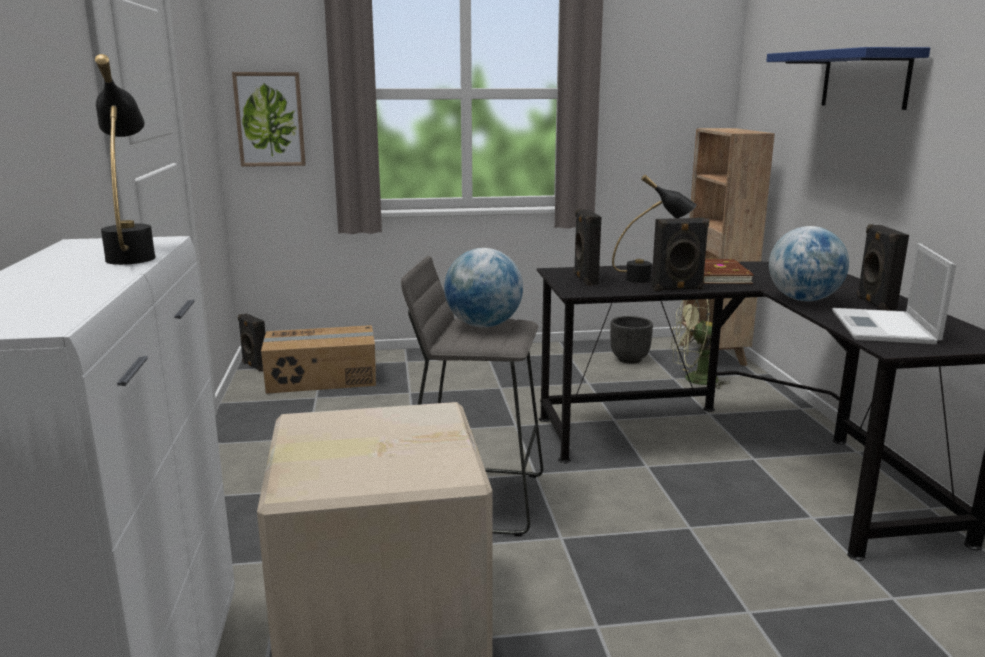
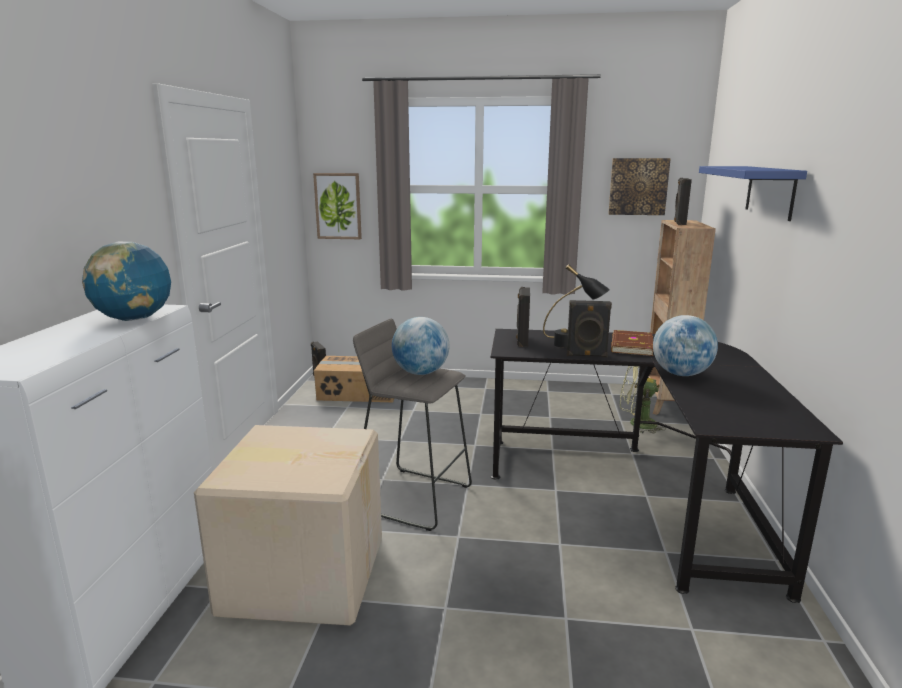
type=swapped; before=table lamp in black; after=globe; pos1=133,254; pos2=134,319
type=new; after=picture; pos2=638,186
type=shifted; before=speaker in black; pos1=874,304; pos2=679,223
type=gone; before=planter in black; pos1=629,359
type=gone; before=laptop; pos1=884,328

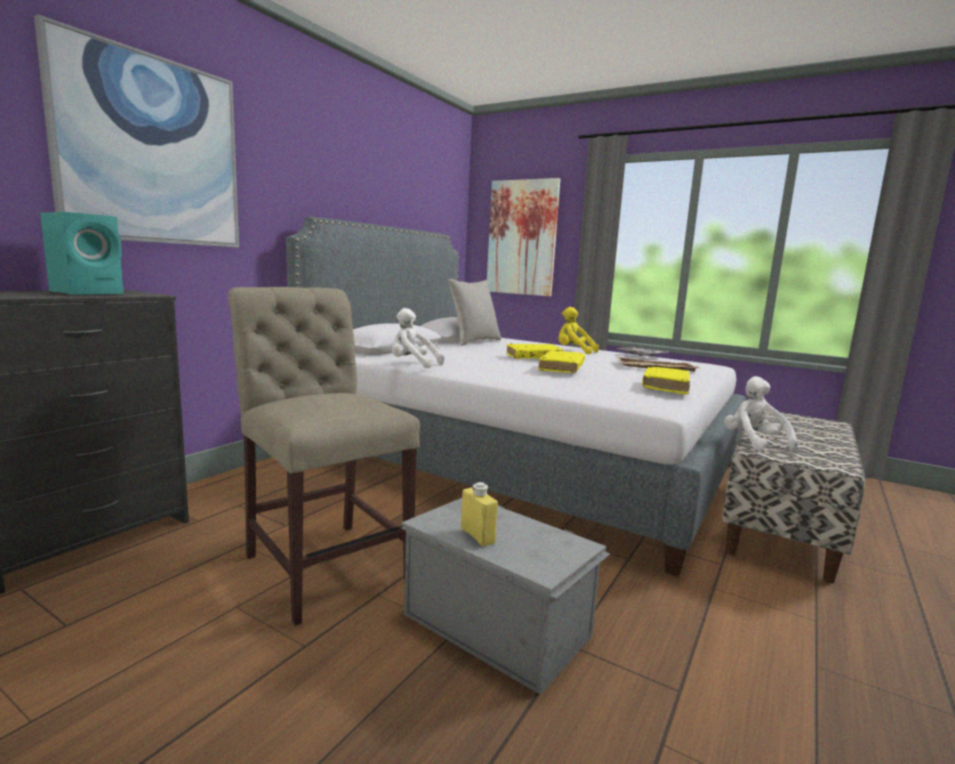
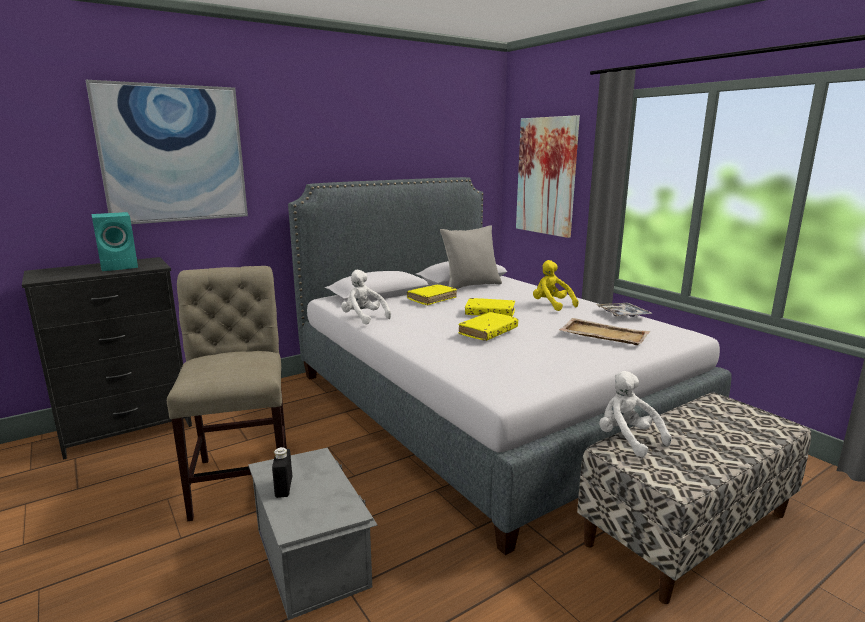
type=repainted; before=bottle in yellow; after=bottle in black; pos1=477,536; pos2=284,487
type=shifted; before=book in yellow; pos1=665,387; pos2=432,299
type=rotated; before=plush toy in white; pos1=754,442; pos2=627,439; turn=-45

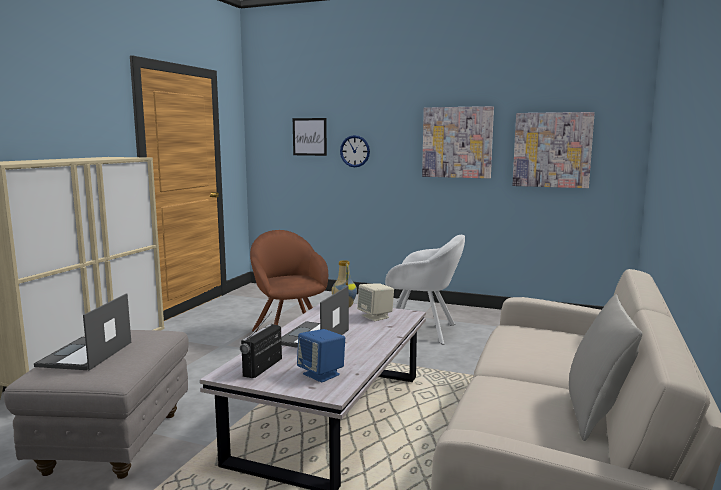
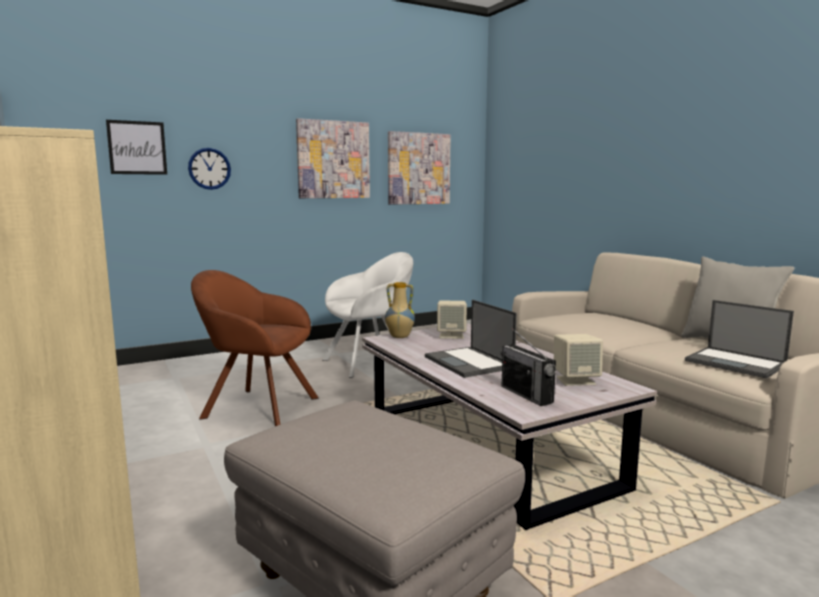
type=repainted; before=speaker in blue; after=speaker in beige; pos1=322,374; pos2=575,380
type=shifted; before=laptop; pos1=85,354; pos2=736,363

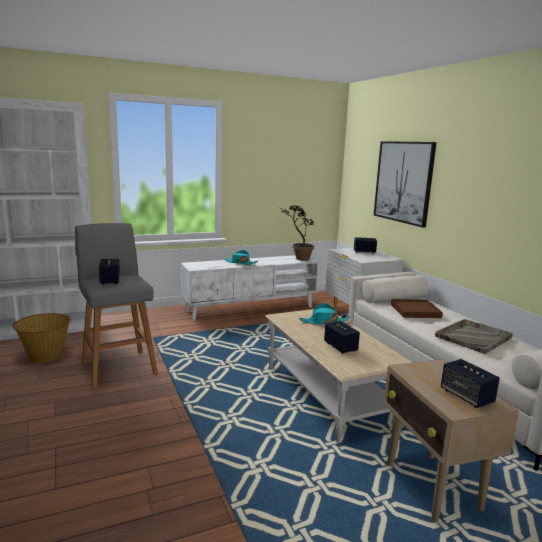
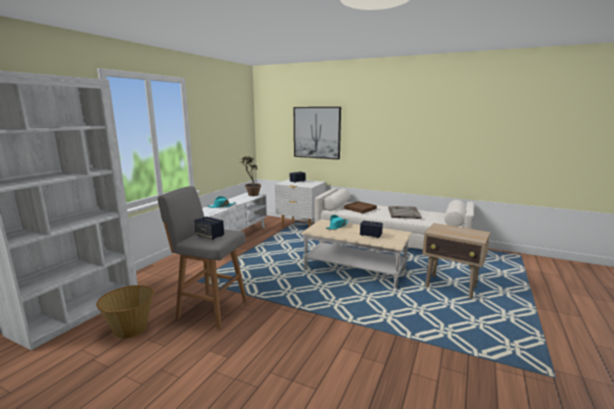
type=gone; before=speaker; pos1=466,396

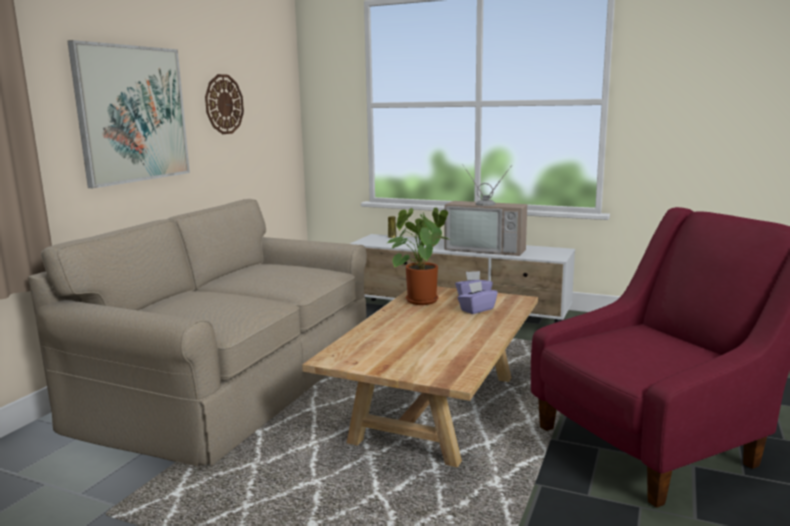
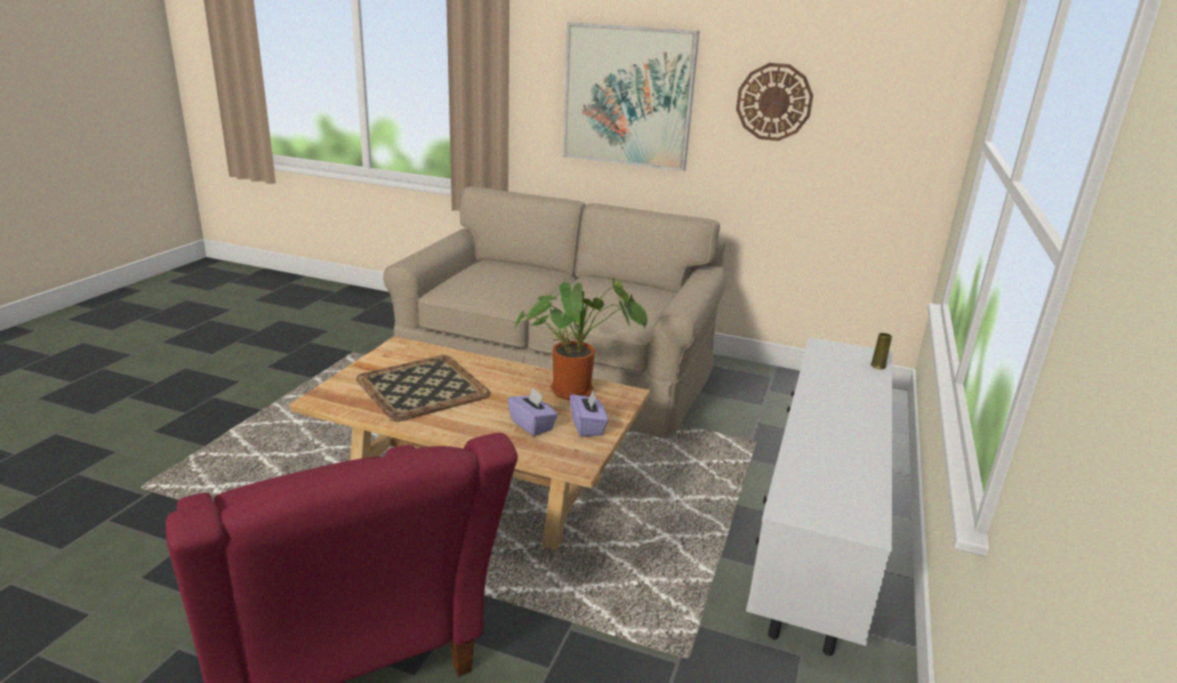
type=new; after=tray; pos2=421,387
type=gone; before=television; pos1=487,249

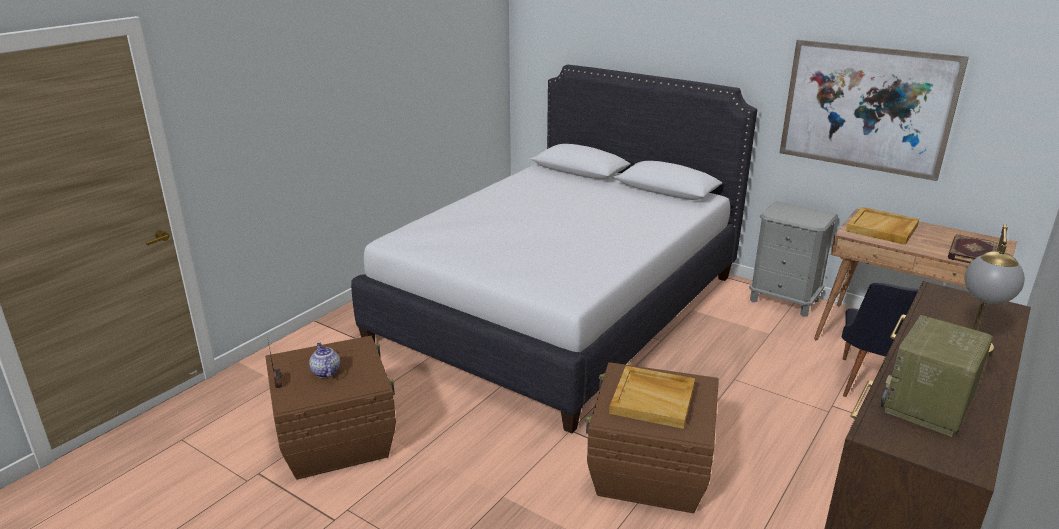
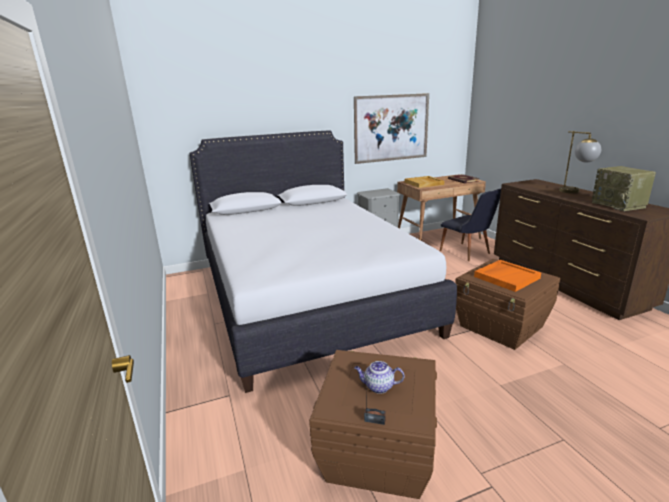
type=repainted; before=tray in beige; after=tray in orange; pos1=653,399; pos2=506,277

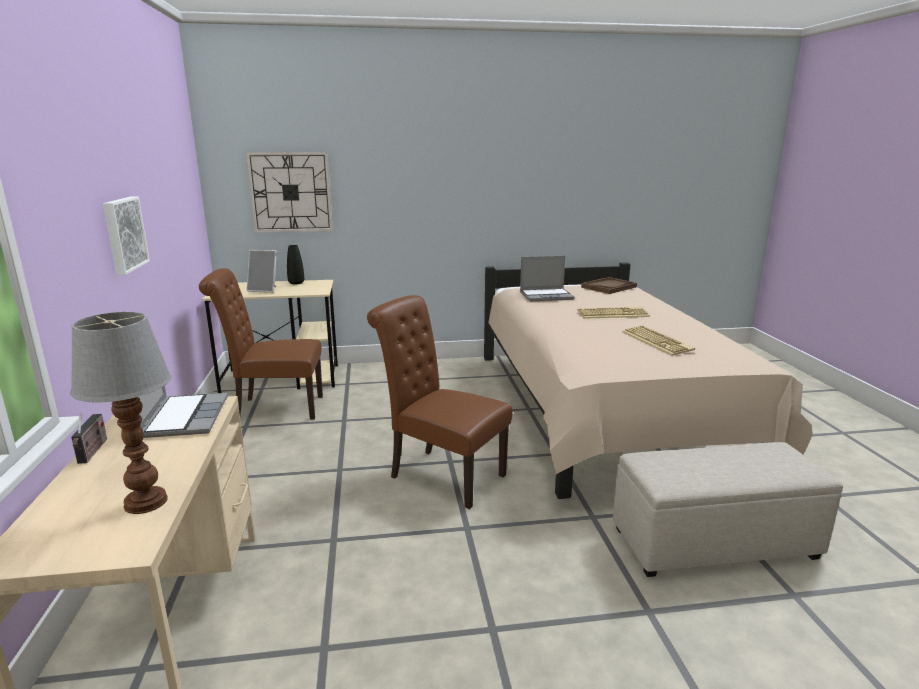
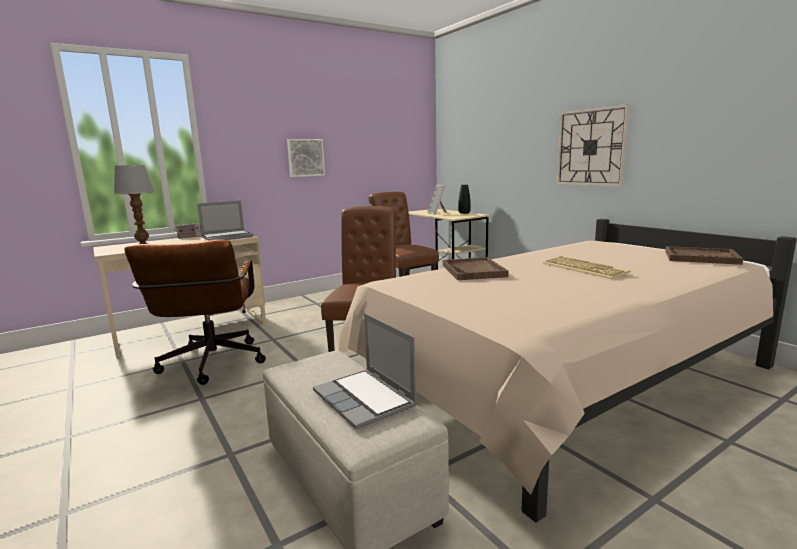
type=new; after=office chair in brown; pos2=211,366
type=shifted; before=laptop; pos1=546,296; pos2=365,399
type=new; after=tray in brown; pos2=473,271
type=shifted; before=wall clock; pos1=290,192; pos2=591,147
type=gone; before=keyboard; pos1=658,341

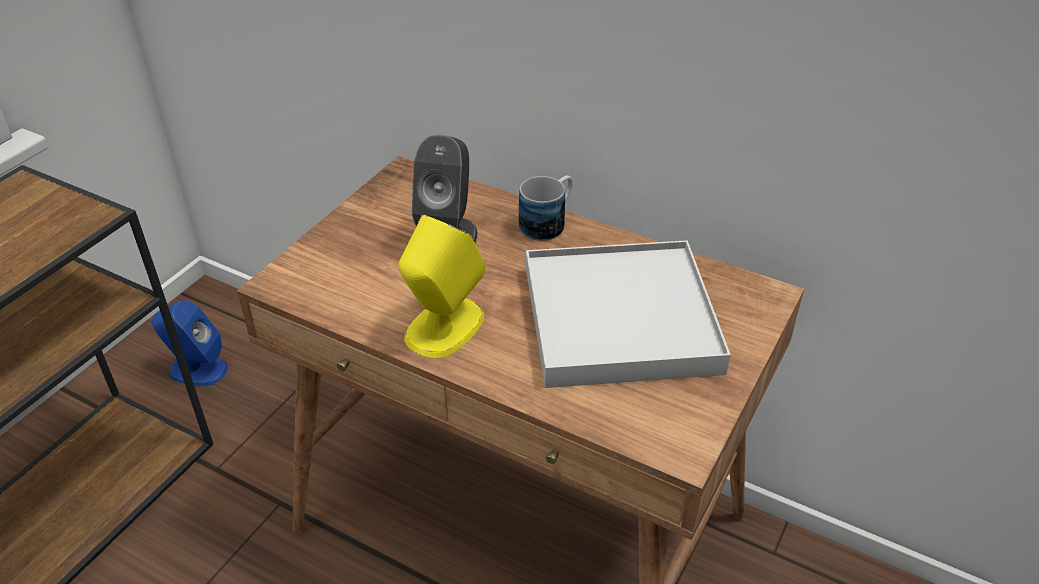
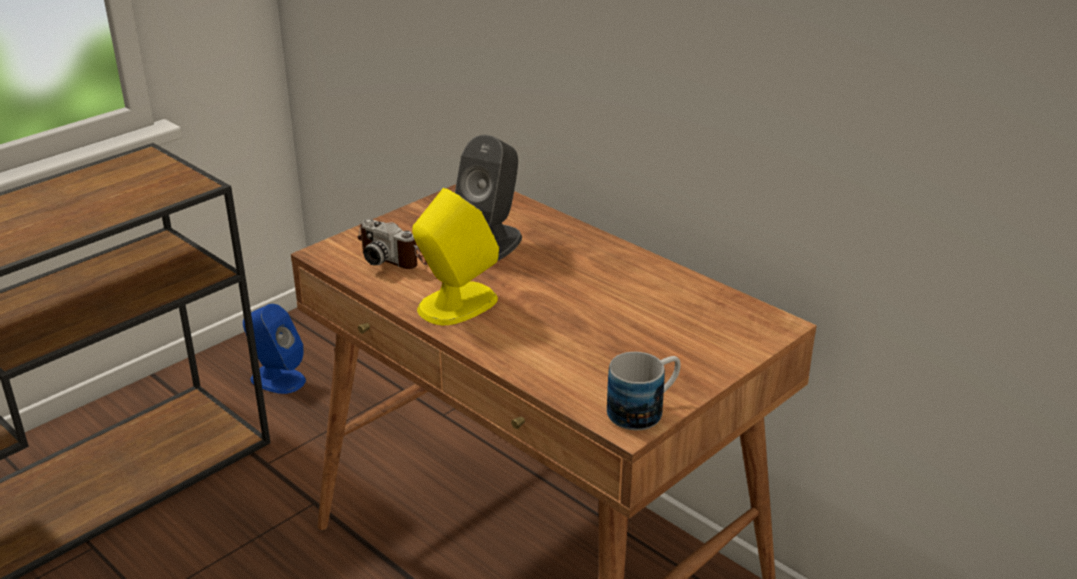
type=new; after=photo camera; pos2=397,255
type=shifted; before=mug; pos1=548,223; pos2=645,410
type=gone; before=tray in white; pos1=620,319

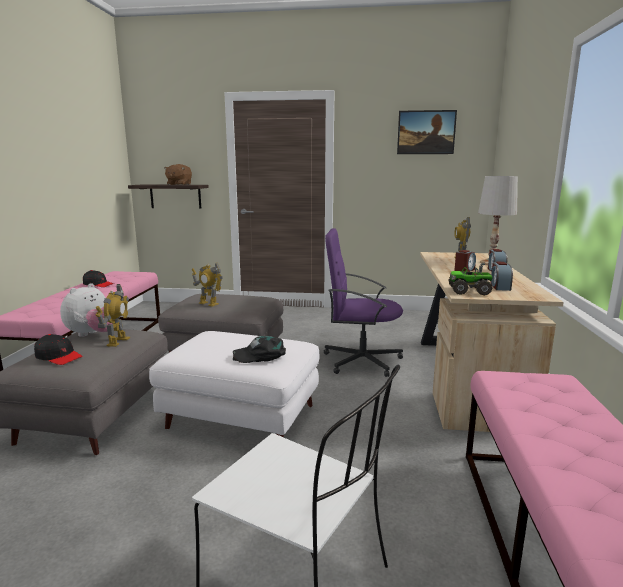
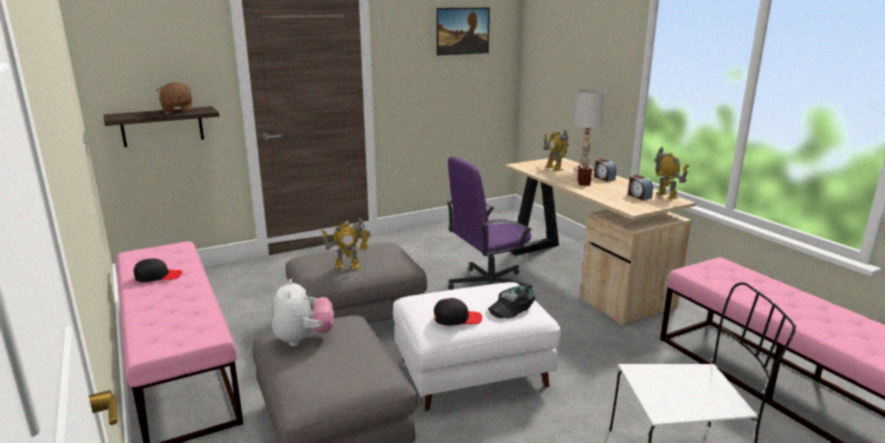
type=shifted; before=cap in black; pos1=59,357; pos2=457,319
type=shifted; before=toy robot; pos1=117,341; pos2=666,195
type=gone; before=toy truck; pos1=469,291

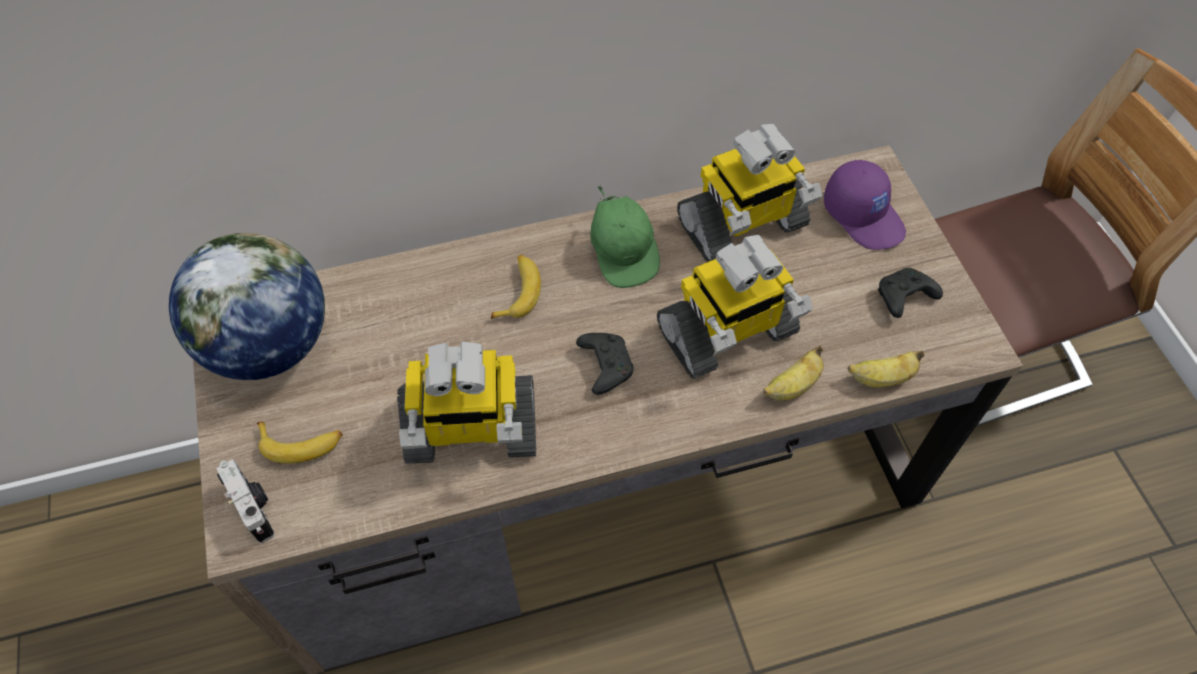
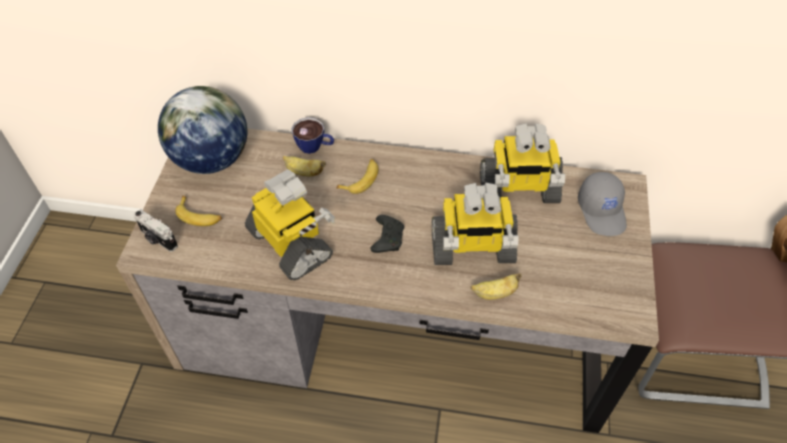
type=rotated; before=photo camera; pos1=255,508; pos2=158,239; turn=135
type=rotated; before=toy robot; pos1=471,430; pos2=291,244; turn=-150
type=shifted; before=banana; pos1=881,378; pos2=304,172
type=new; after=cup; pos2=315,147
type=repainted; before=cap in purple; after=cap in grey; pos1=864,215; pos2=602,211
type=gone; before=cap in green; pos1=623,253
type=gone; before=game controller in black; pos1=903,298

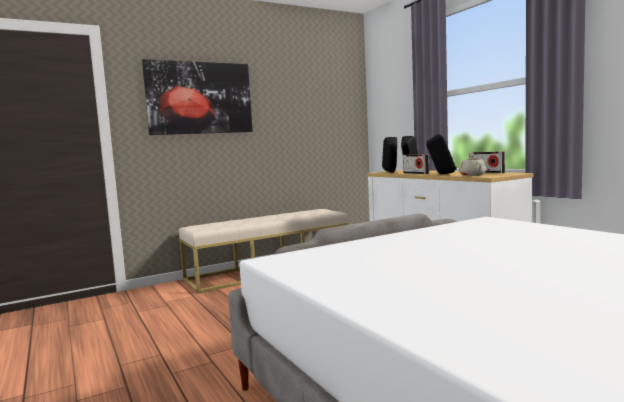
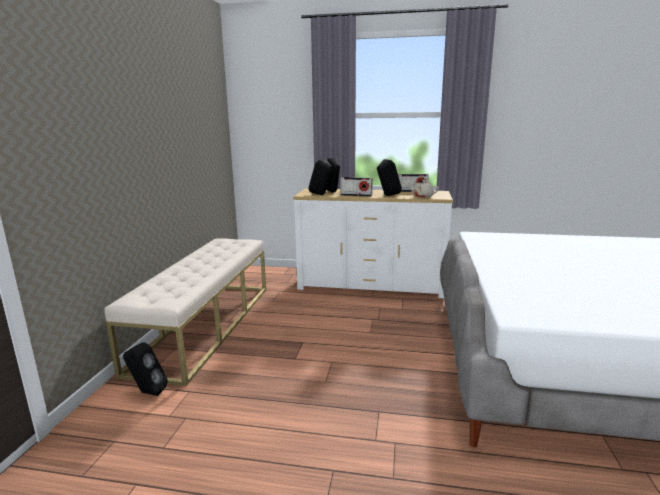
type=new; after=speaker in black; pos2=147,392
type=gone; before=picture; pos1=200,98

